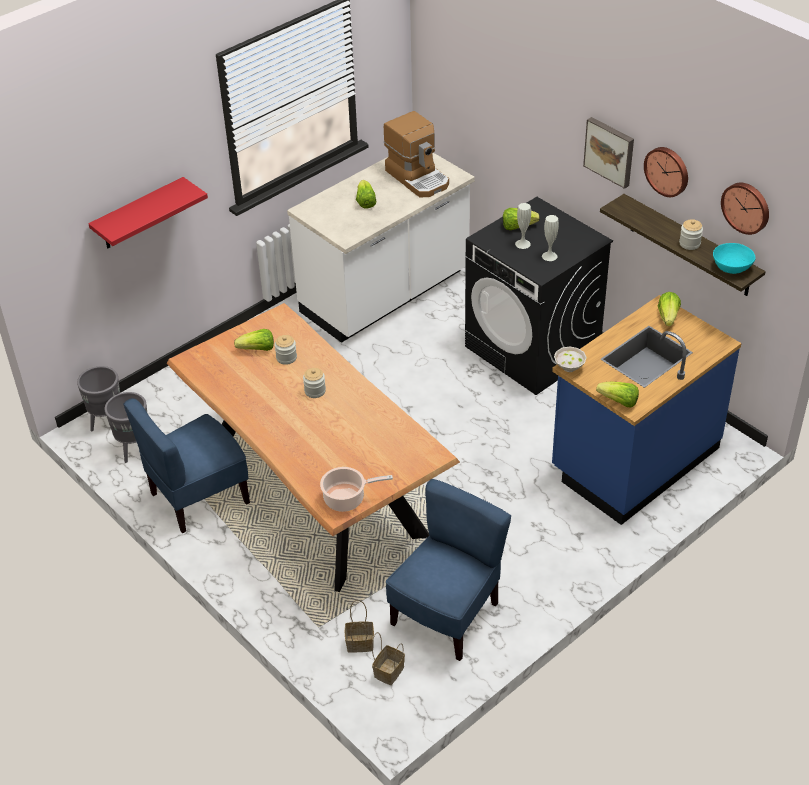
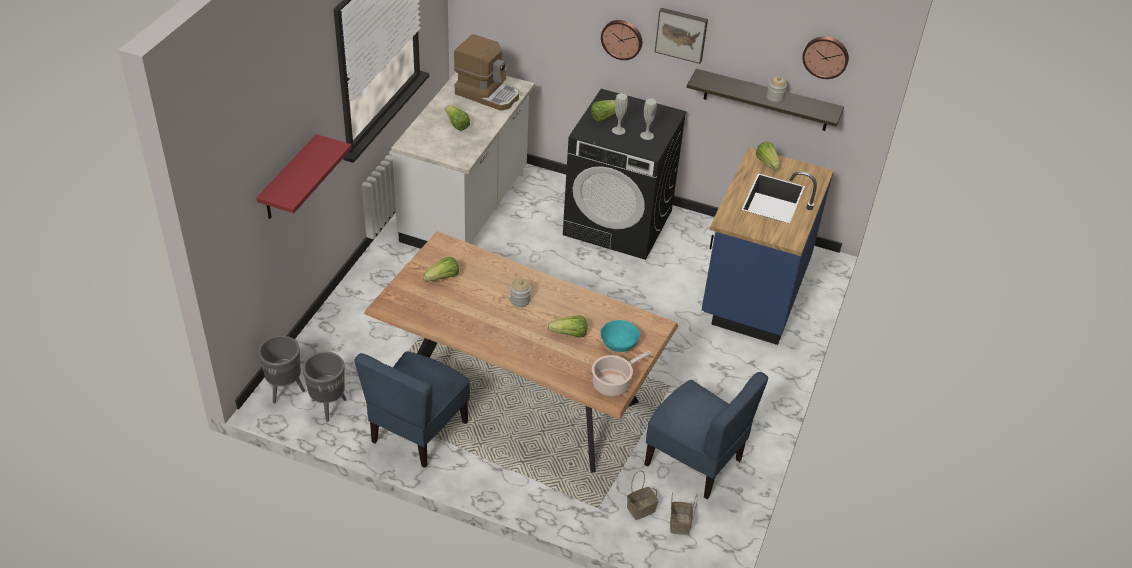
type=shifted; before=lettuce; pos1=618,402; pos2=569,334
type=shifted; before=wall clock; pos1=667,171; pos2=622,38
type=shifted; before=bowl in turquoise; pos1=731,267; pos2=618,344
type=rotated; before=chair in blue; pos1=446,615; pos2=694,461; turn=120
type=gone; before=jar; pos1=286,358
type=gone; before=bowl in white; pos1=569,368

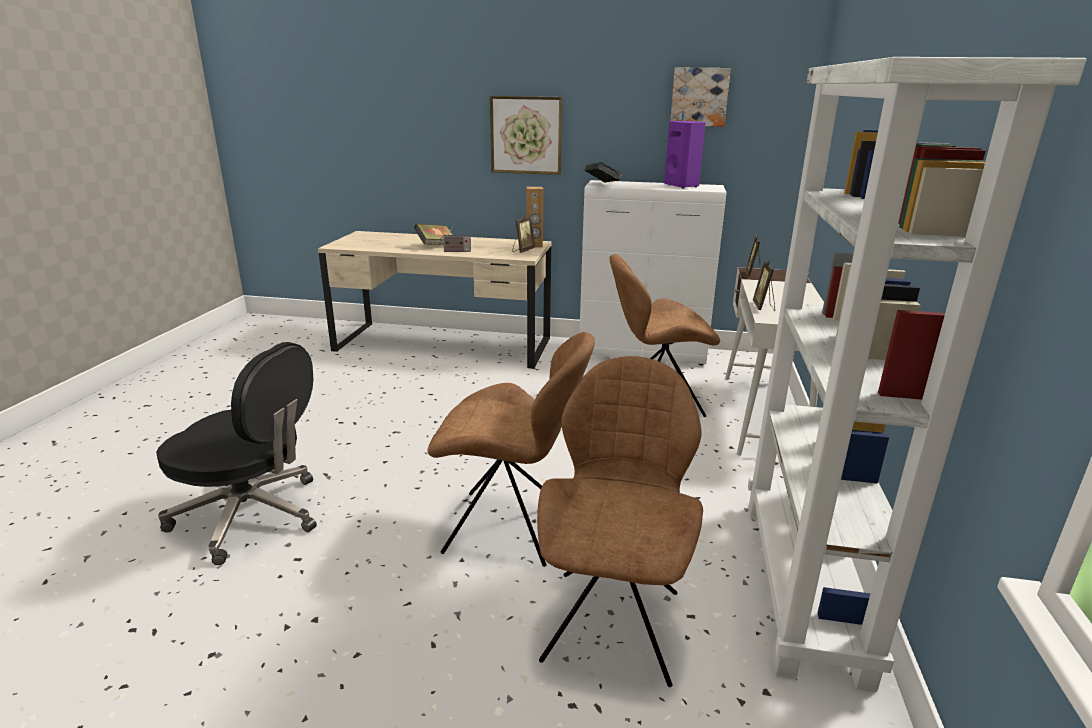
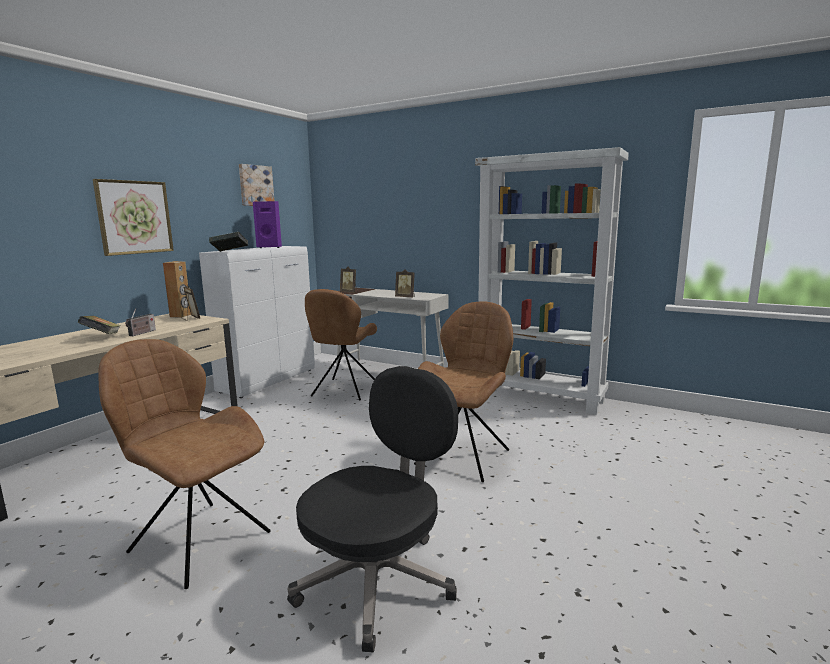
type=shifted; before=chair in brown; pos1=613,621; pos2=197,540

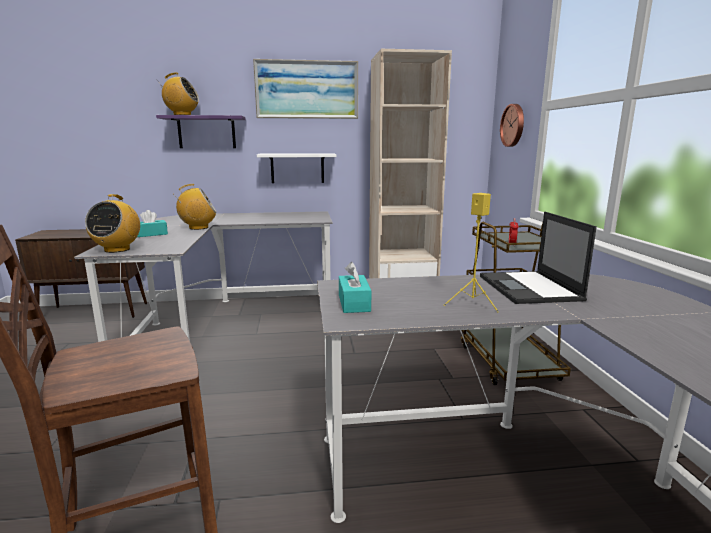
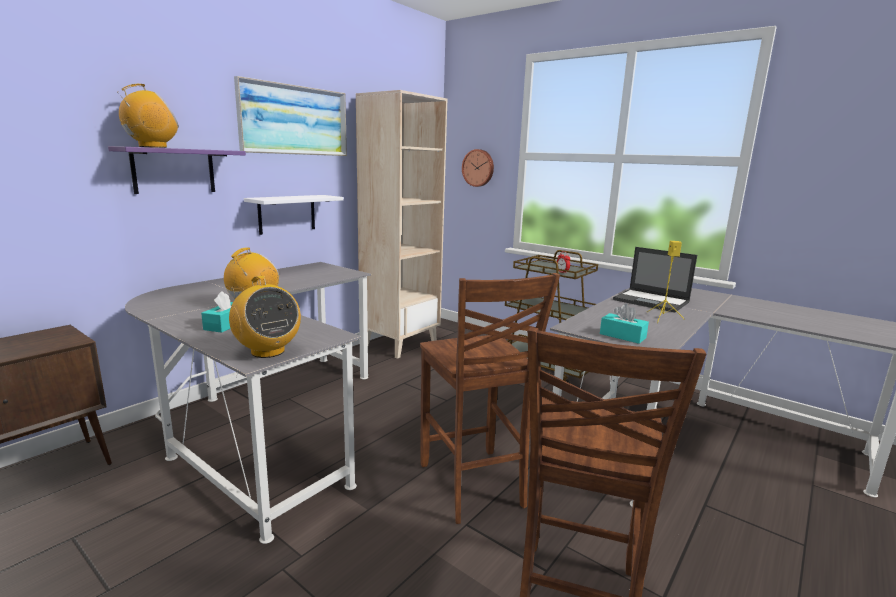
type=new; after=chair in brown; pos2=473,486

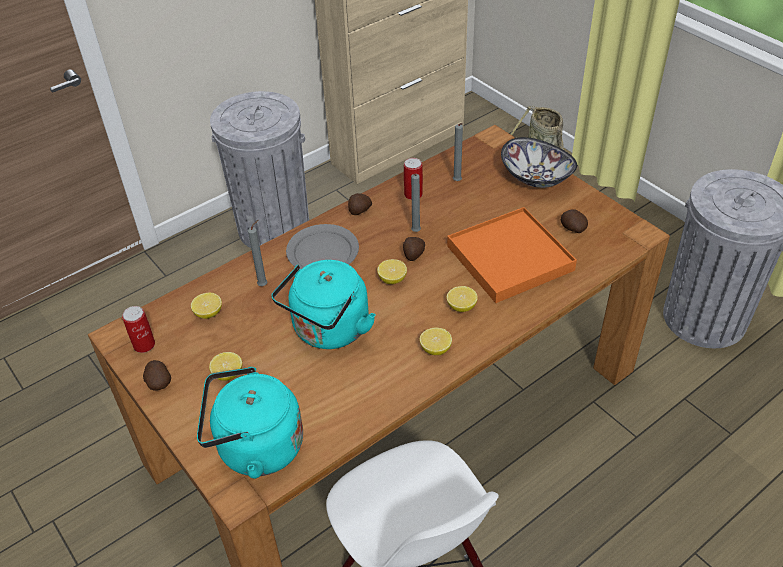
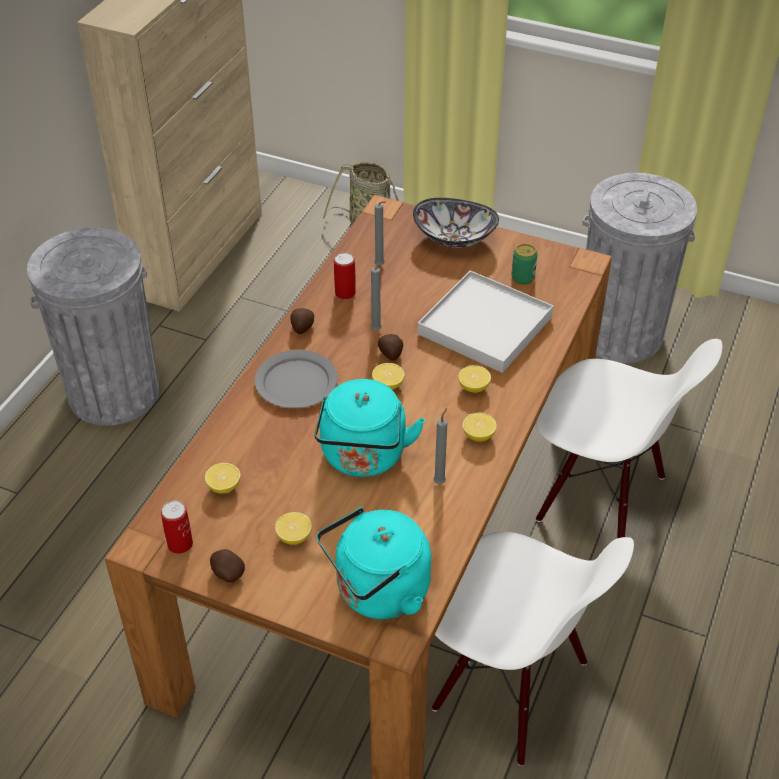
type=repainted; before=tray in orange; after=tray in white; pos1=510,258; pos2=485,325
type=shifted; before=candle in grey; pos1=264,285; pos2=440,481
type=swapped; before=potato; after=can; pos1=572,229; pos2=522,278
type=new; after=chair in white; pos2=600,500

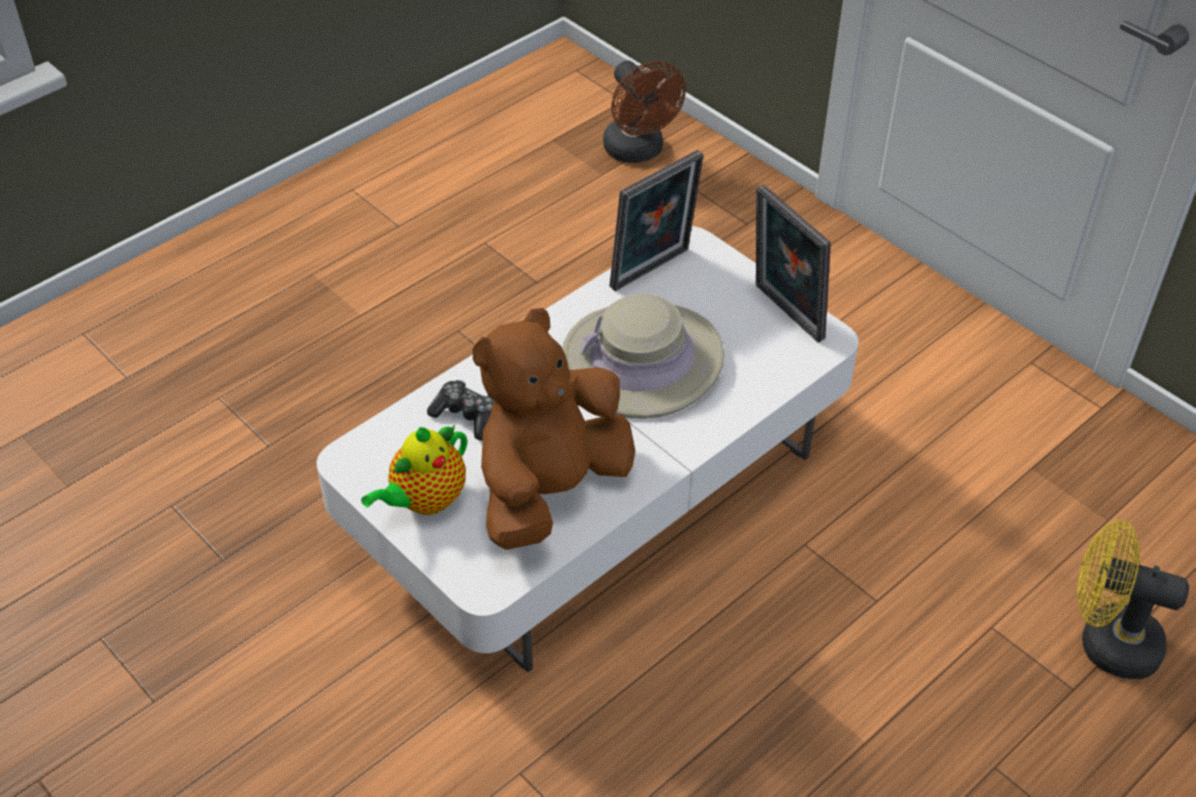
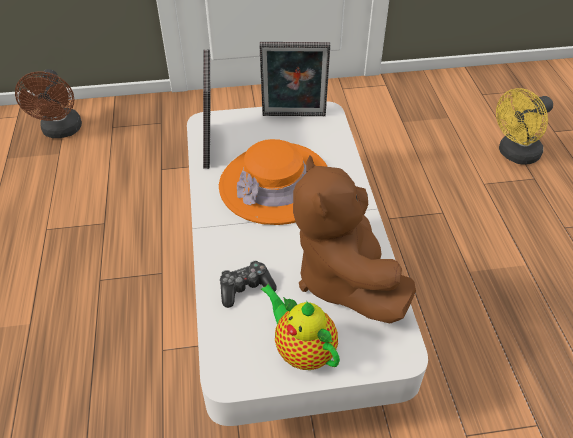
type=rotated; before=fan in brown; pos1=638,152; pos2=61,131; turn=75
type=repainted; before=hat in beige; after=hat in orange; pos1=642,360; pos2=275,185
type=rotated; before=teapot; pos1=425,501; pos2=302,349; turn=150

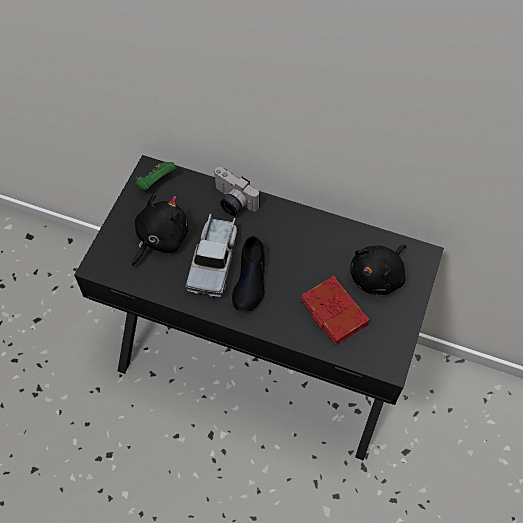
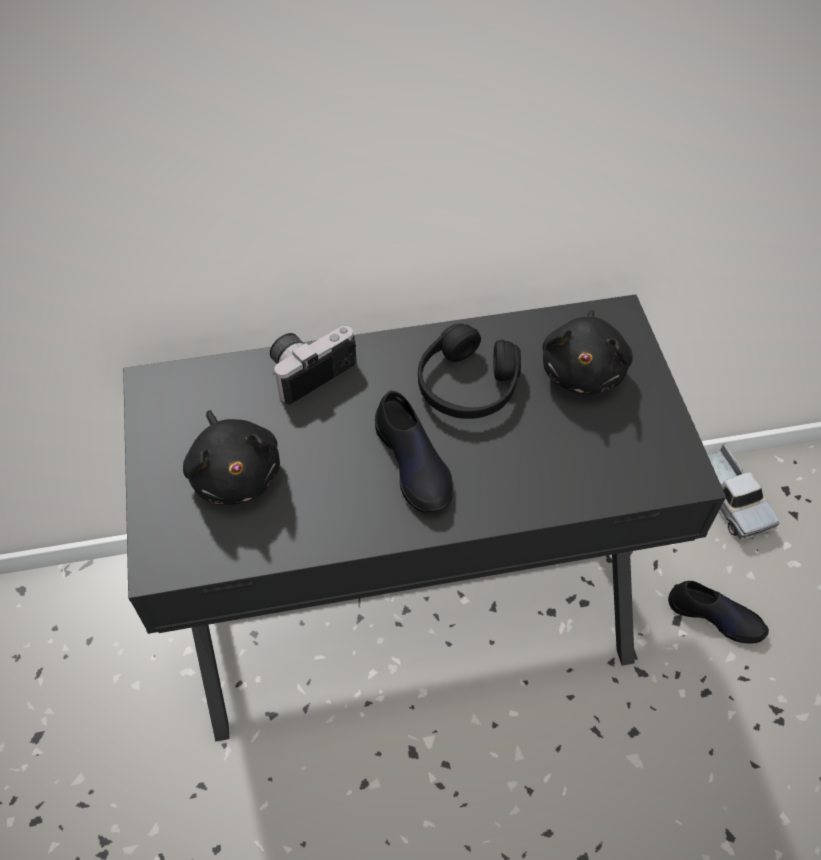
type=rotated; before=plush toy in black; pos1=160,238; pos2=235,473; turn=150
type=rotated; before=photo camera; pos1=232,202; pos2=309,369; turn=135
type=new; after=headphones in black; pos2=467,385
type=new; after=shoe in black; pos2=715,616
type=shifted; before=toy truck; pos1=214,261; pos2=730,498
type=gone; before=game controller in green; pos1=155,183
type=gone; before=book in red; pos1=333,313

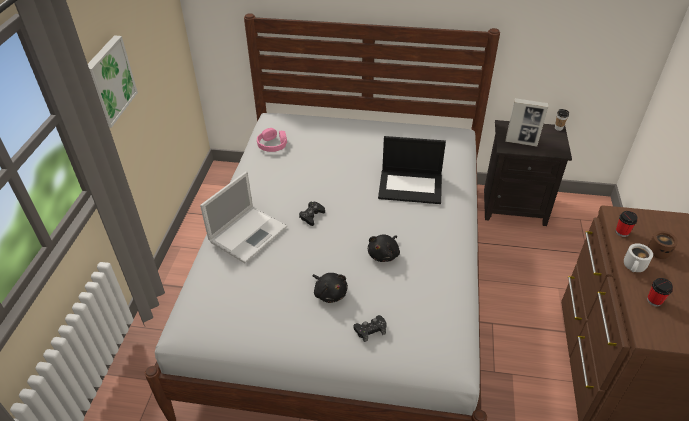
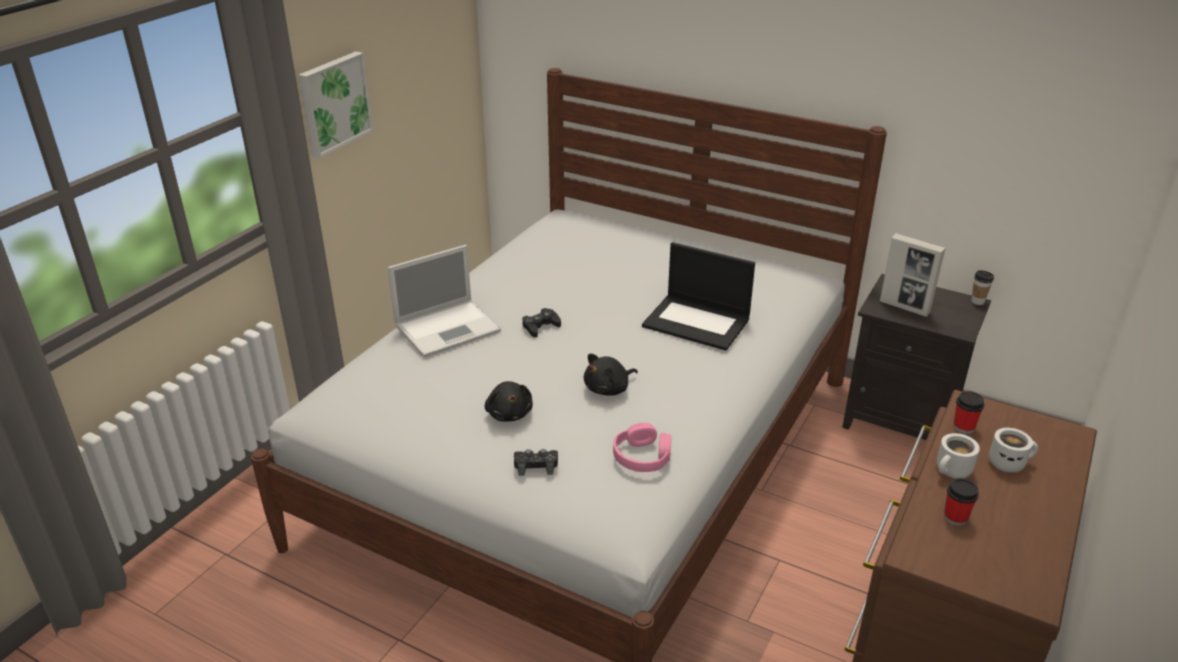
type=shifted; before=headphones in pink; pos1=272,145; pos2=642,457
type=repainted; before=mug in brown; after=mug in white; pos1=659,251; pos2=1008,462

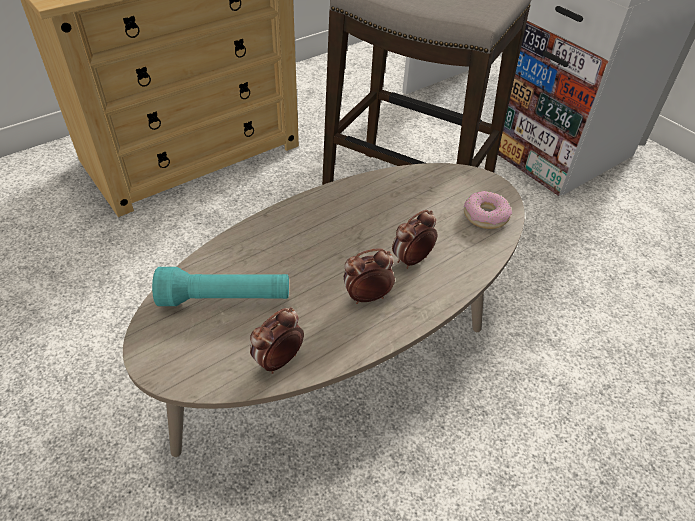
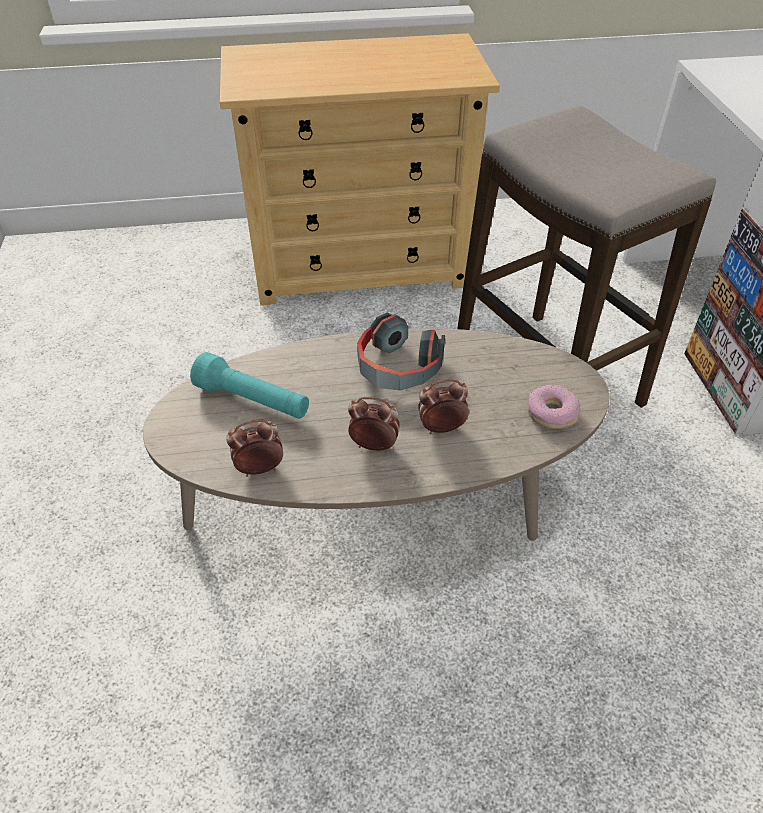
type=new; after=headphones; pos2=397,368

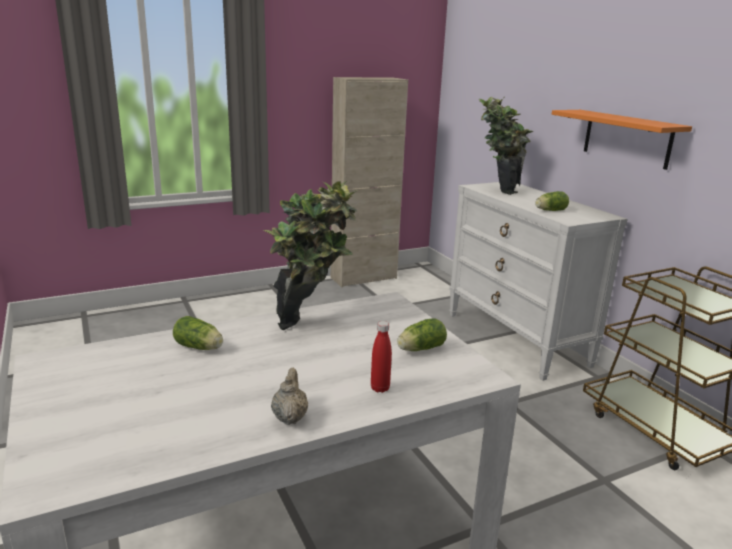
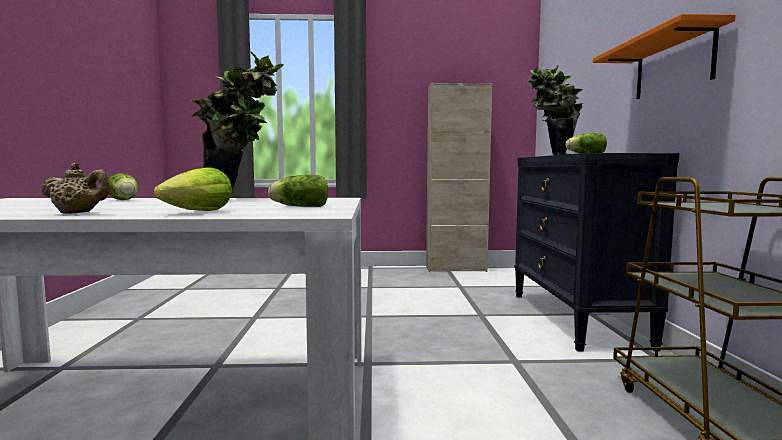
type=rotated; before=teapot in beige; pos1=290,417; pos2=78,213; turn=75
type=swapped; before=bottle in red; after=lettuce; pos1=380,388; pos2=199,212
type=repainted; before=dresser in white; after=dresser in black; pos1=516,339; pos2=576,319

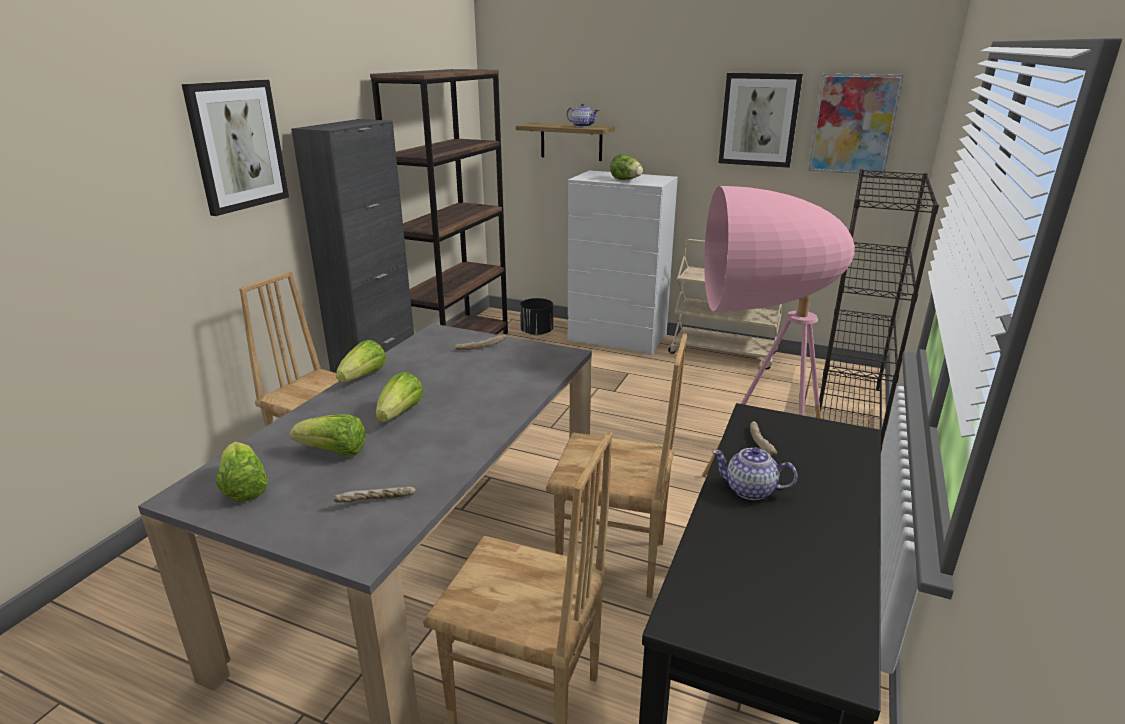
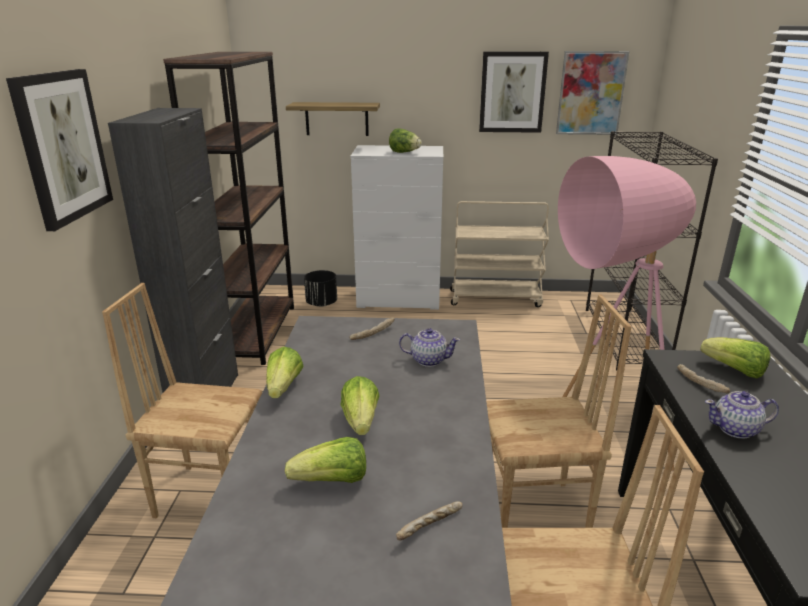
type=shifted; before=teapot; pos1=582,126; pos2=428,360
type=shifted; before=lettuce; pos1=244,487; pos2=734,370

